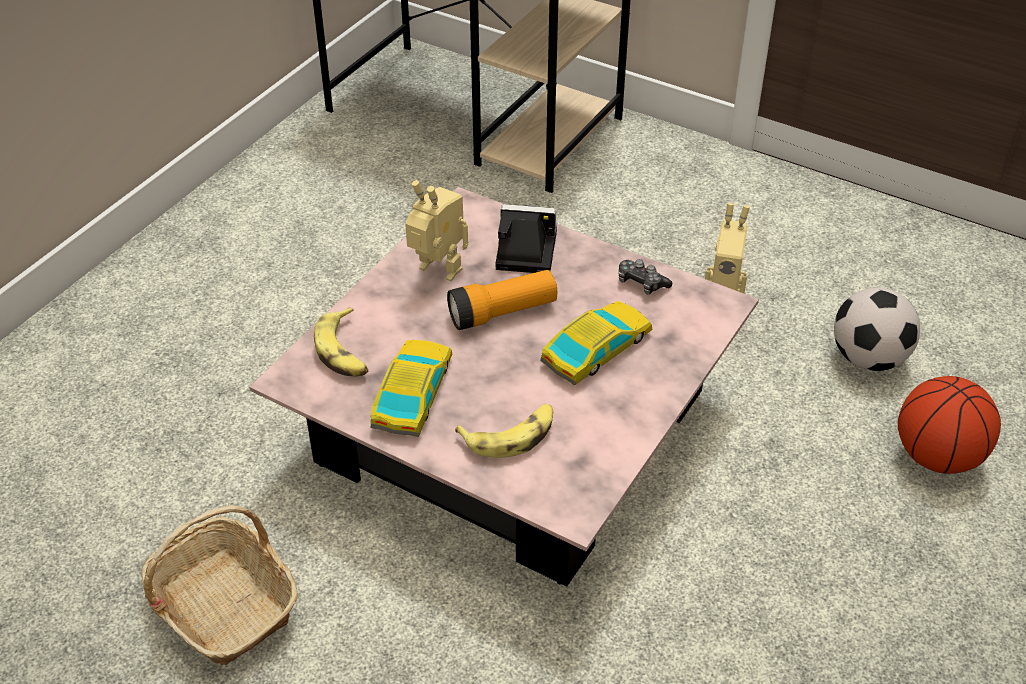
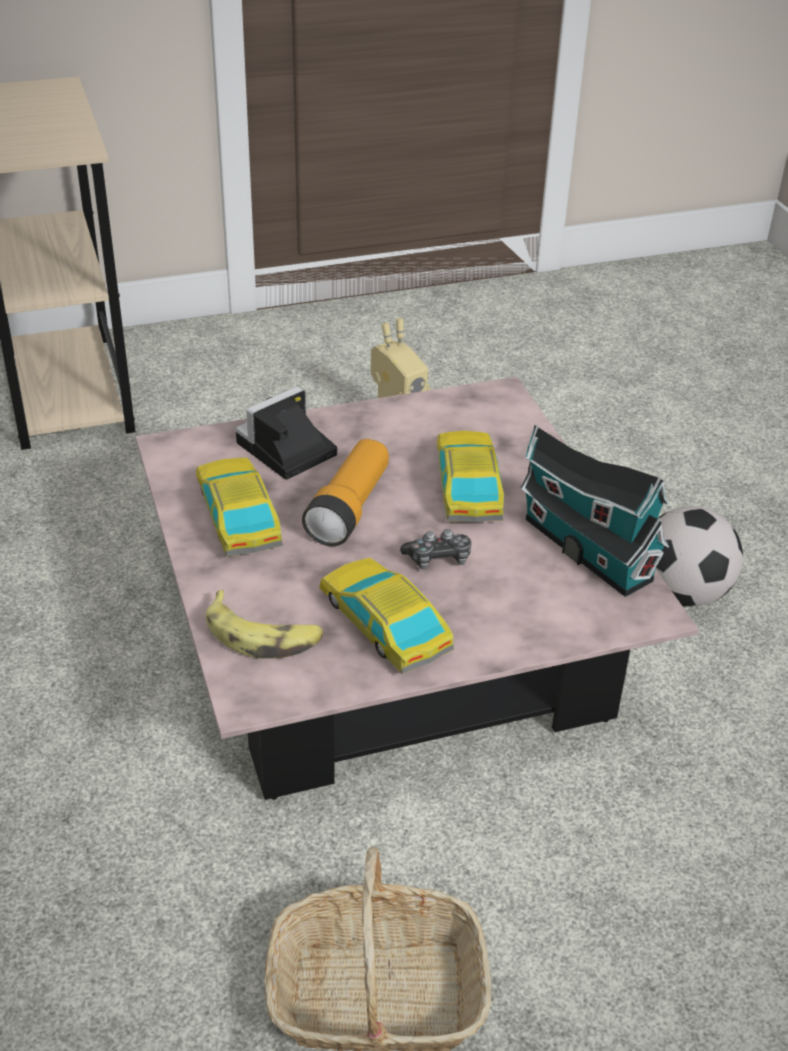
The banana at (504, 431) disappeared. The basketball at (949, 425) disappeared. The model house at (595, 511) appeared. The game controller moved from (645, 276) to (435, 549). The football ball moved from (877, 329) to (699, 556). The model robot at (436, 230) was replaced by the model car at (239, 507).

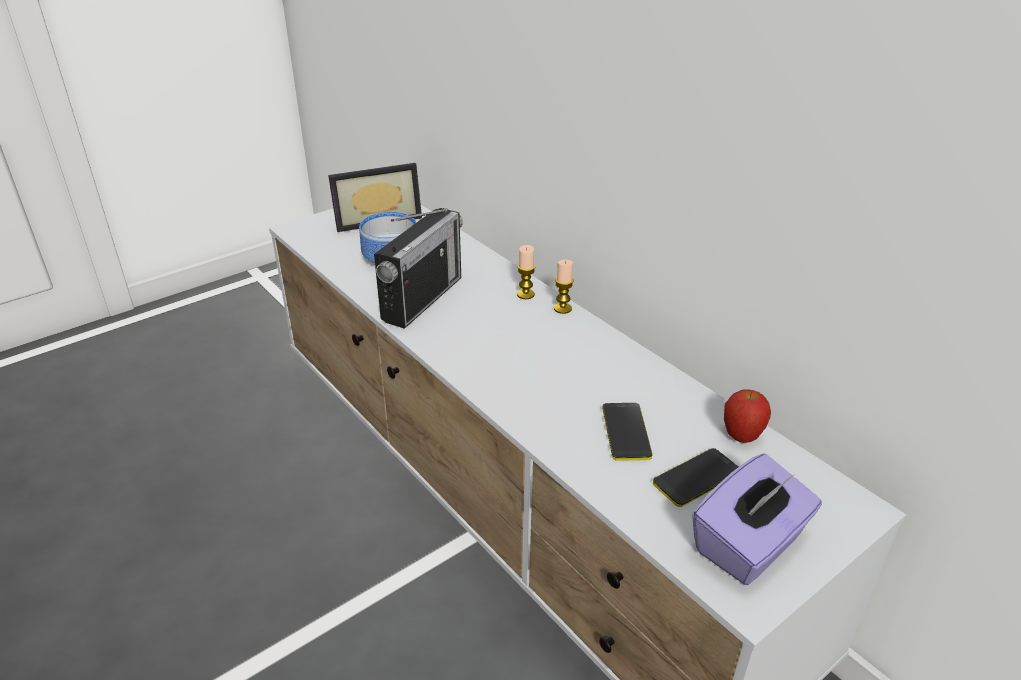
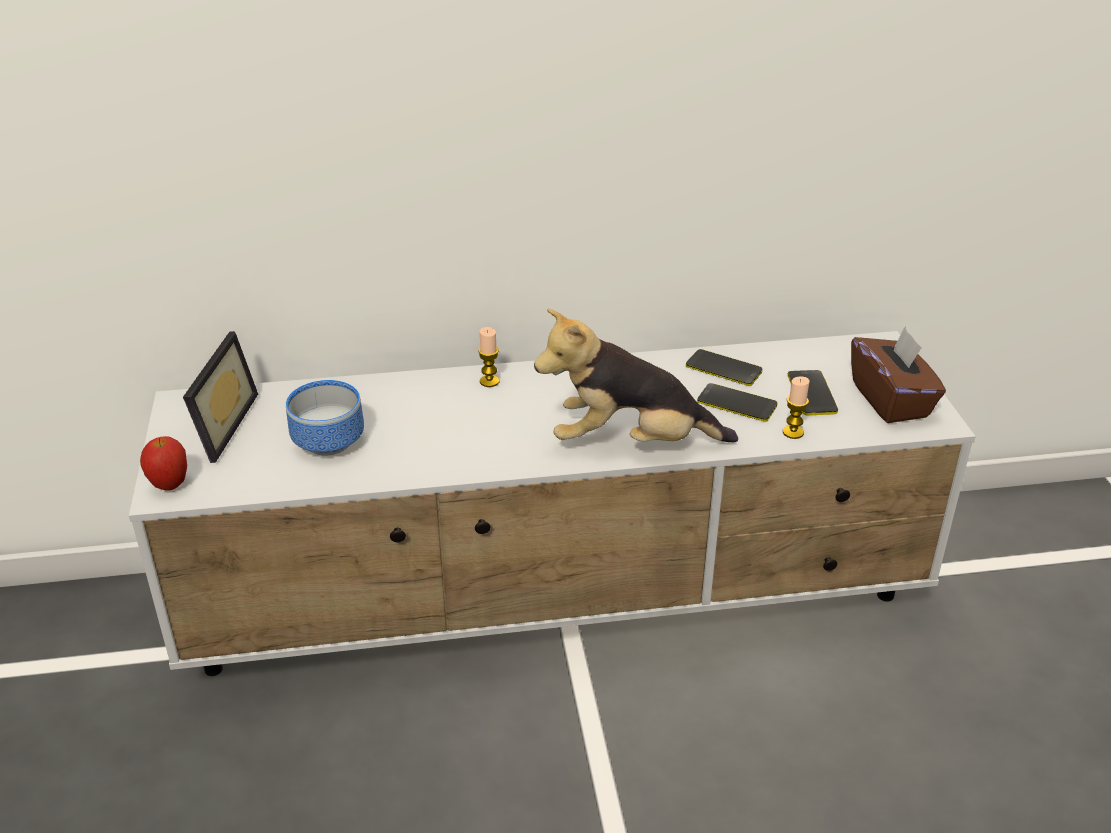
The radio set at (418, 268) disappeared. The soft toy at (636, 375) appeared. The telephone at (724, 367) appeared. The candle moved from (564, 287) to (796, 407). The apple fruit moved from (747, 416) to (163, 463). The tissue holder (purple-coloured) at (757, 519) became the tissue holder (brown-coloured) at (898, 375).

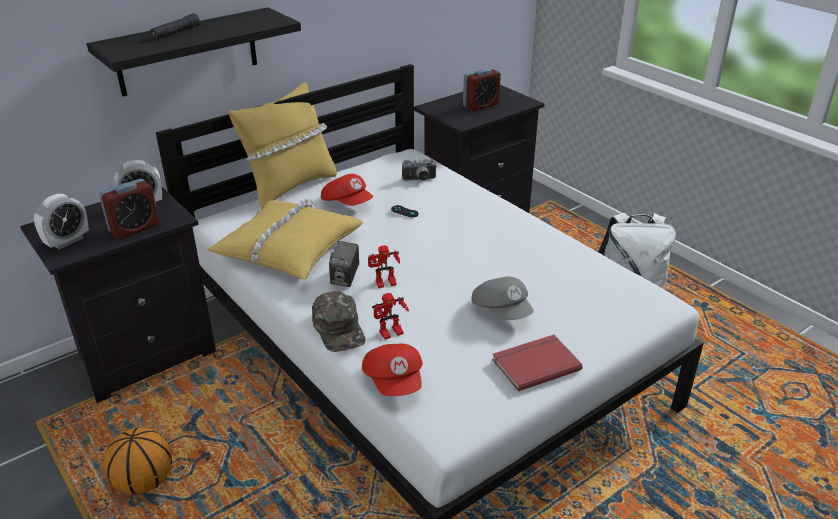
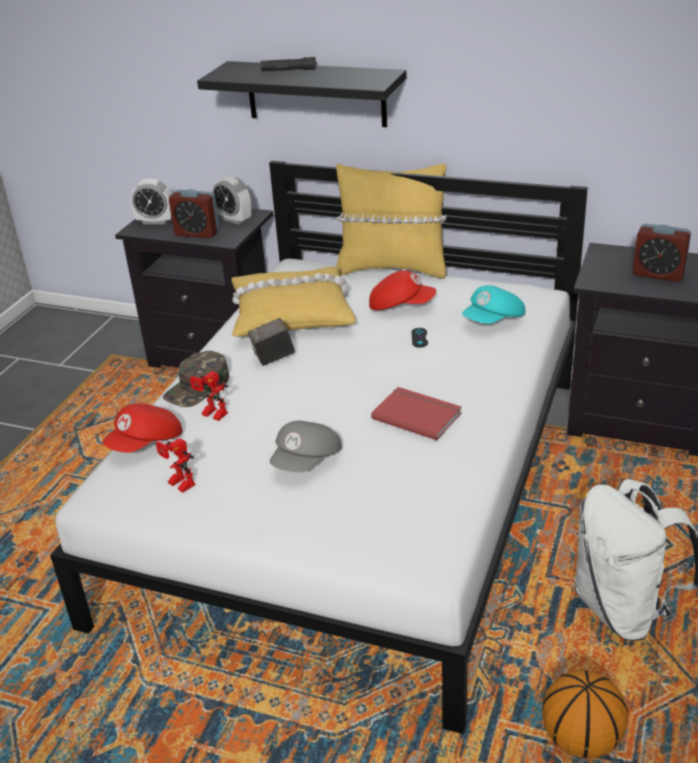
The basketball moved from (138, 461) to (585, 714). The model robot moved from (384, 266) to (176, 465). The bound book (reddish) moved from (537, 363) to (416, 413). The photo camera at (419, 170) was replaced by the baseball cap (turquoise) at (493, 304). The baseball cap (reddish) at (347, 190) turned 90 degrees counterclockwise.

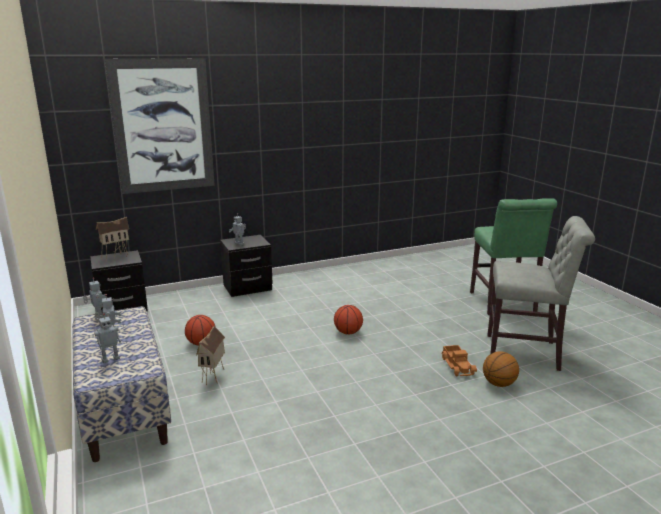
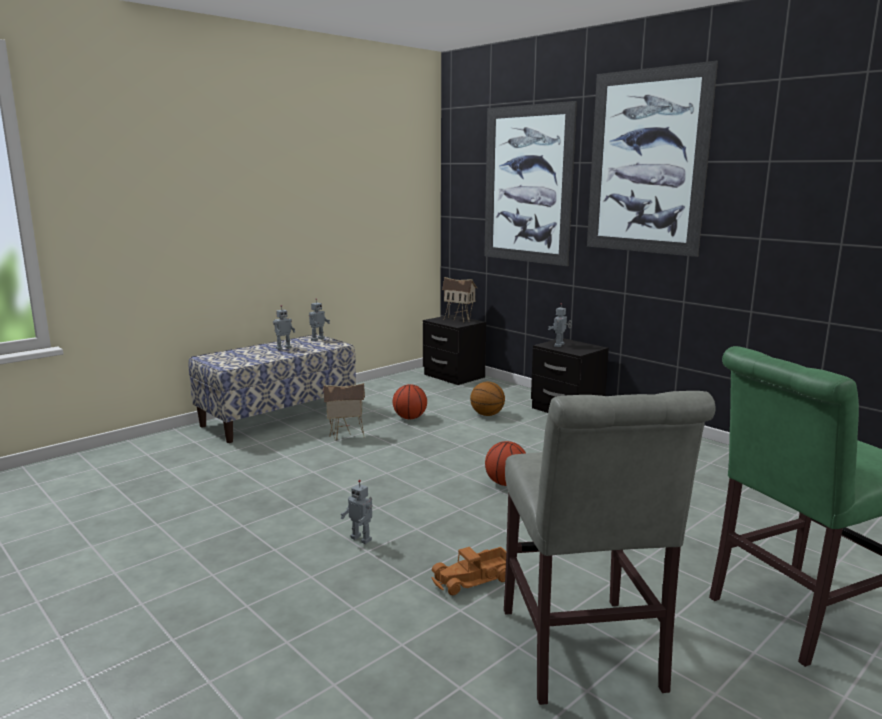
The wall art at (652, 159) appeared. The model robot moved from (108, 338) to (357, 512). The basketball moved from (501, 369) to (487, 399).

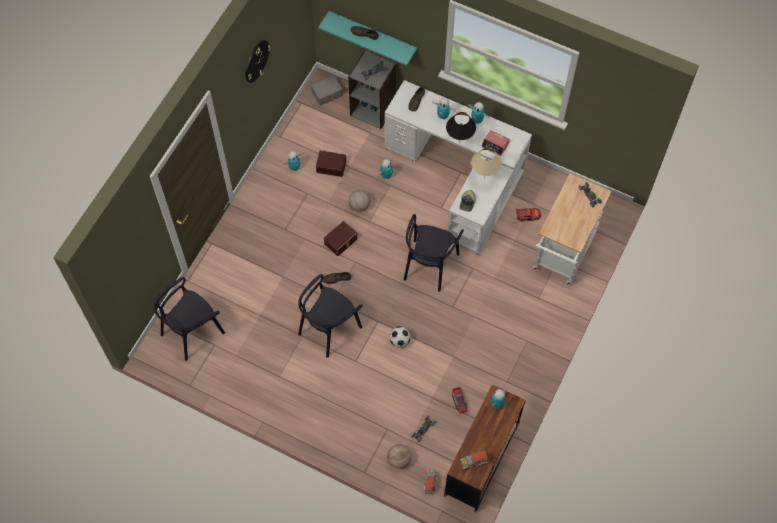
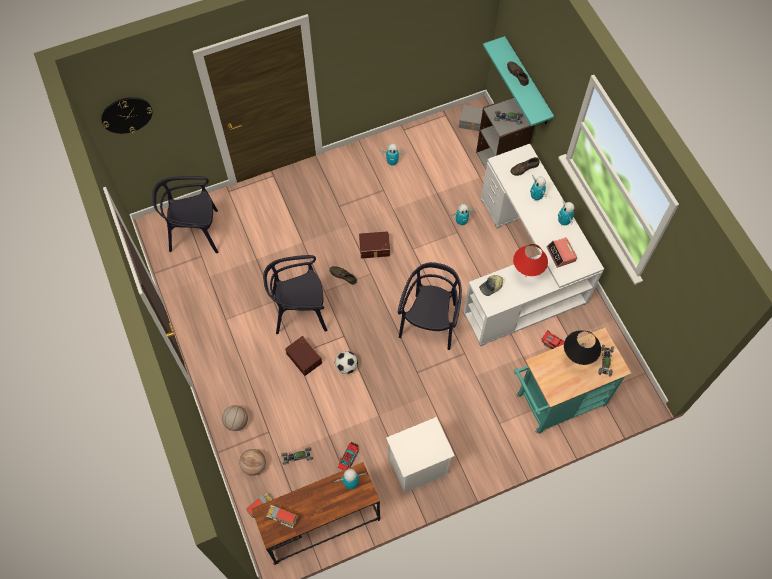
The bedside table (whitish) at (420, 455) appeared. The wall clock moved from (258, 61) to (126, 115). The storage bin (brown-coloured) moved from (331, 163) to (303, 356). The basketball moved from (359, 201) to (235, 418). The tabletop lamp (black-coloured) moved from (461, 128) to (582, 347). The tabletop lamp (sand-coloured) at (486, 163) became the tabletop lamp (reddish) at (530, 260). The trolley (whitish) at (571, 229) became the trolley (turquoise) at (572, 381). The plain chair (black-coloured) at (434, 253) turned 135 degrees clockwise.

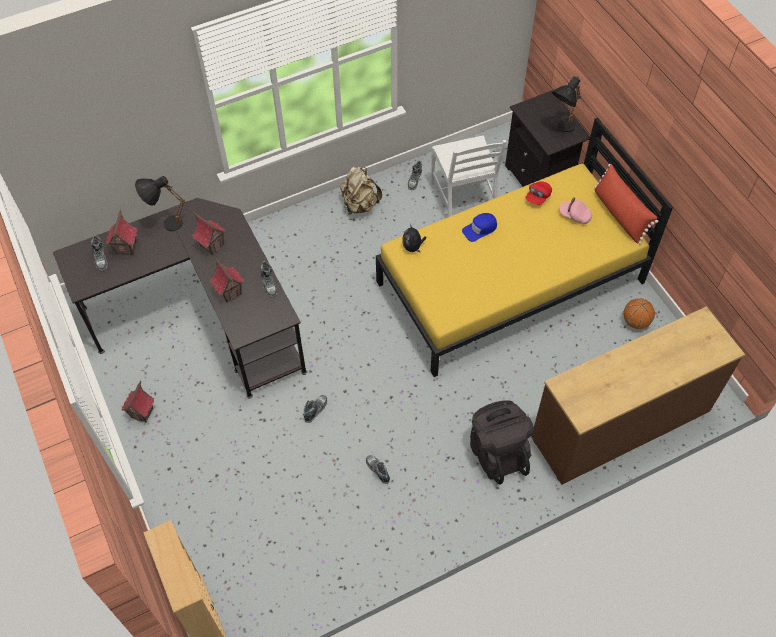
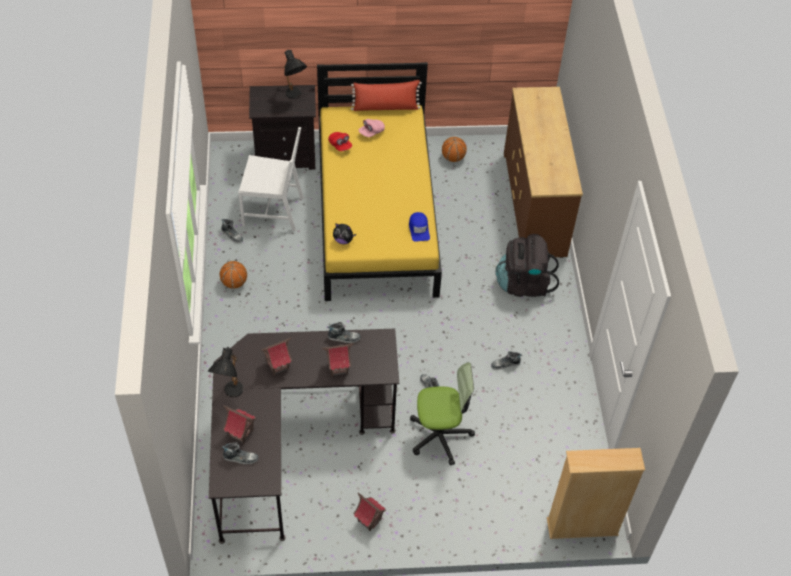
The desk chair at (442, 414) appeared. The baseball cap (bluish) moved from (479, 227) to (419, 227). The rucksack (sand-coloured) at (361, 190) was replaced by the basketball at (233, 275).

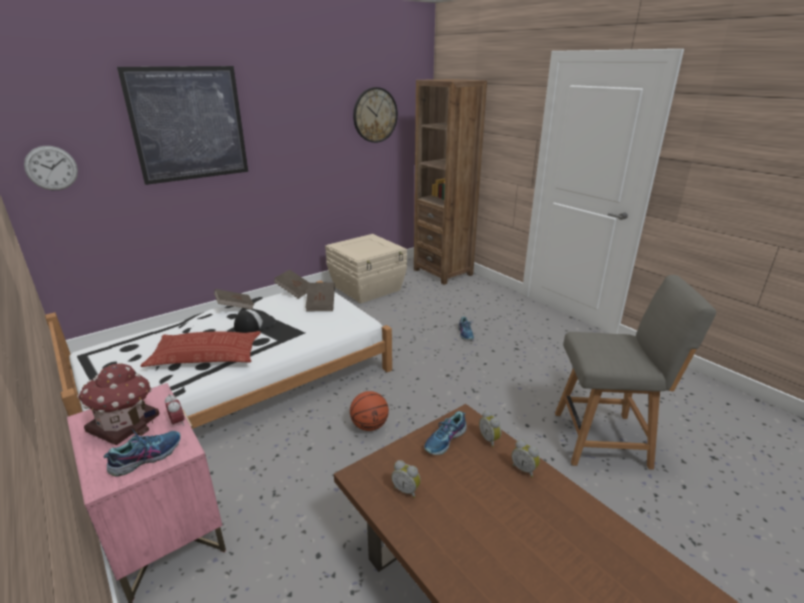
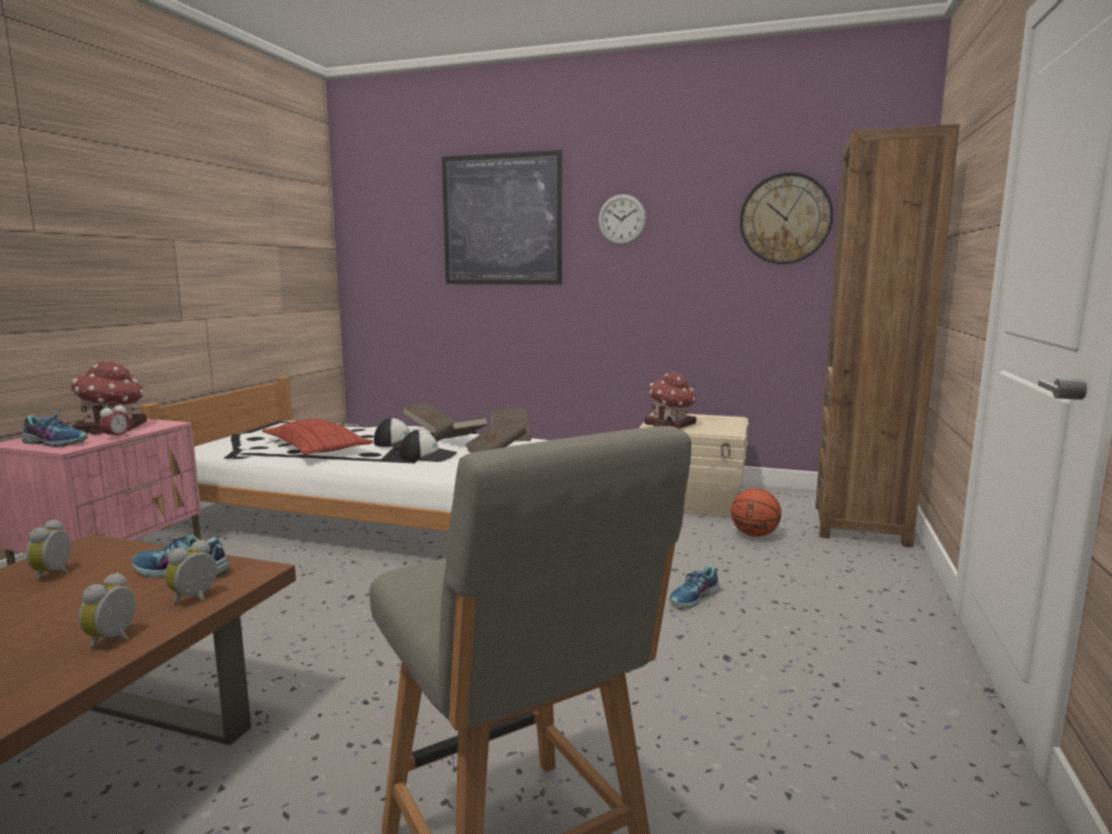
The baseball cap at (428, 445) appeared. The bound book (brown-coloured) at (461, 428) appeared. The model house at (671, 400) appeared. The wall clock moved from (51, 168) to (622, 219). The basketball moved from (369, 411) to (756, 512).

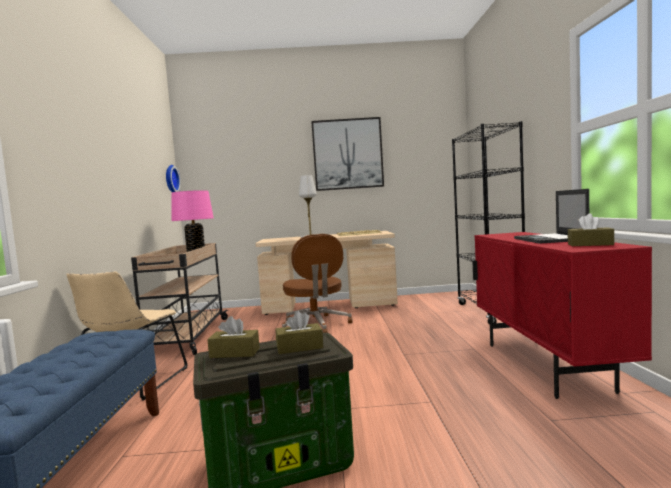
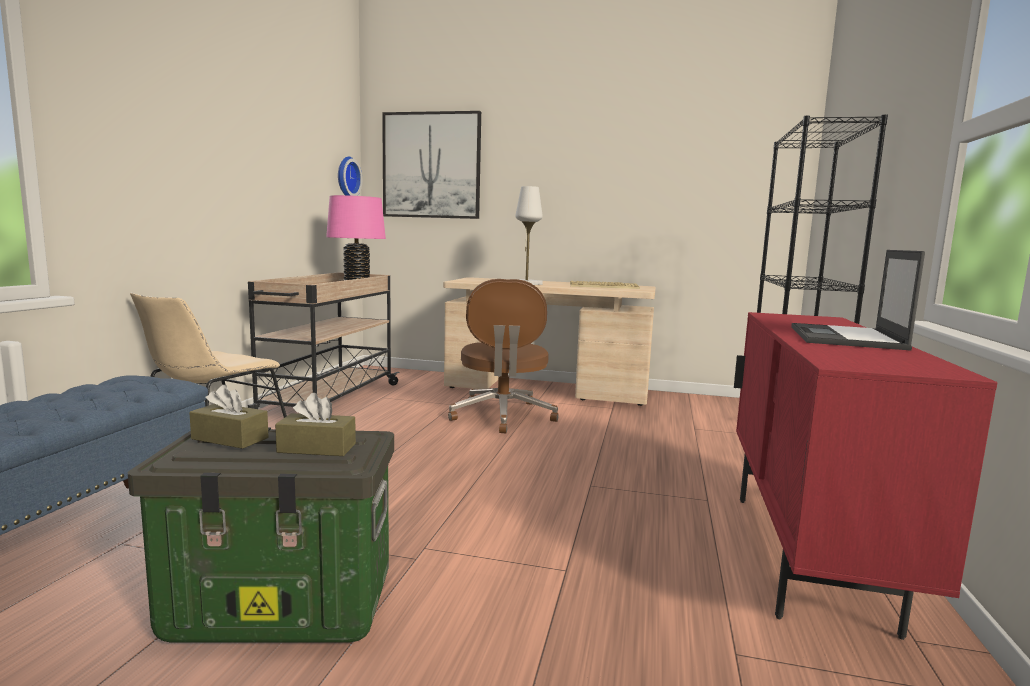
The tissue holder (brown-coloured) at (591, 229) disappeared. The wall art moved from (347, 154) to (431, 165).

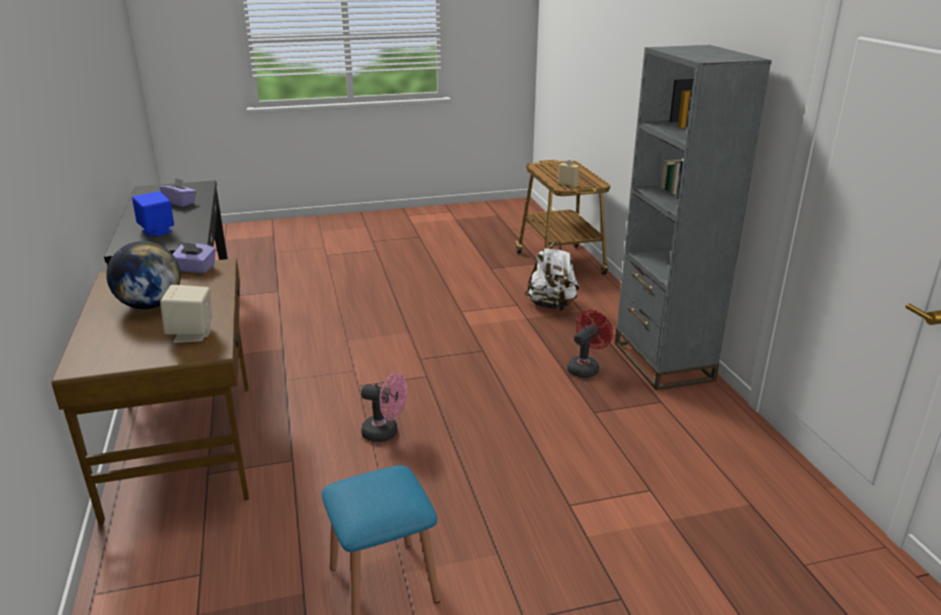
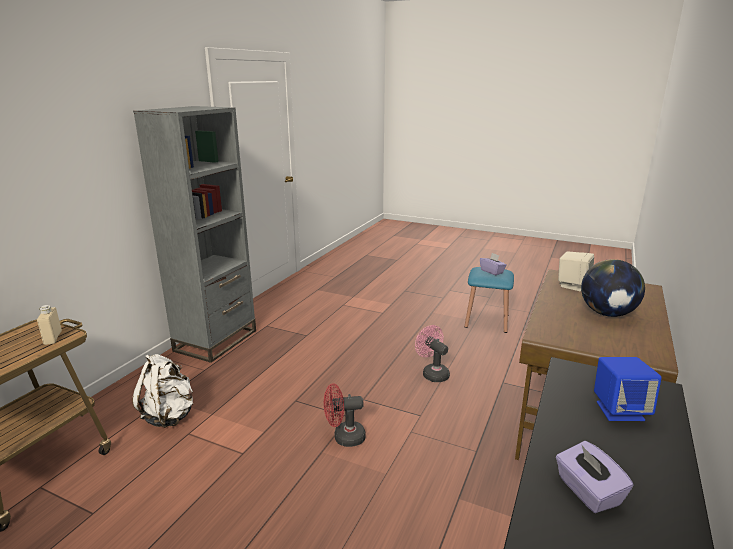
The tissue holder (purple-coloured) moved from (194, 257) to (493, 264). The electric fan (reddish) moved from (590, 344) to (345, 415).

